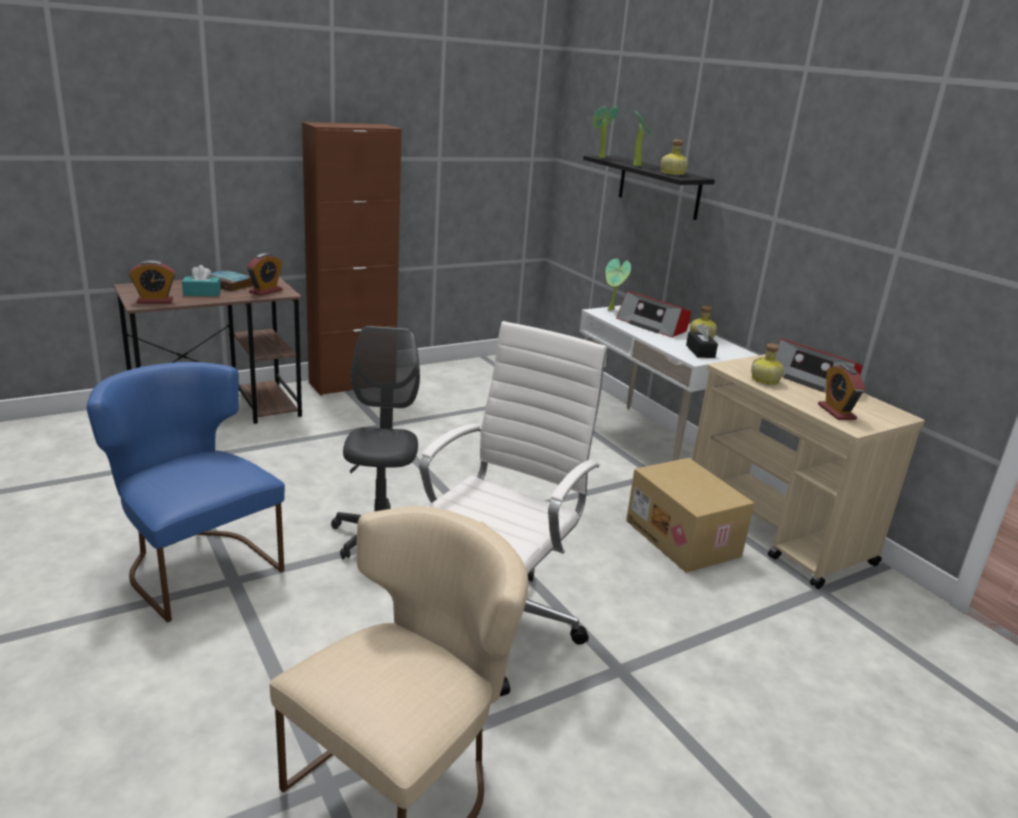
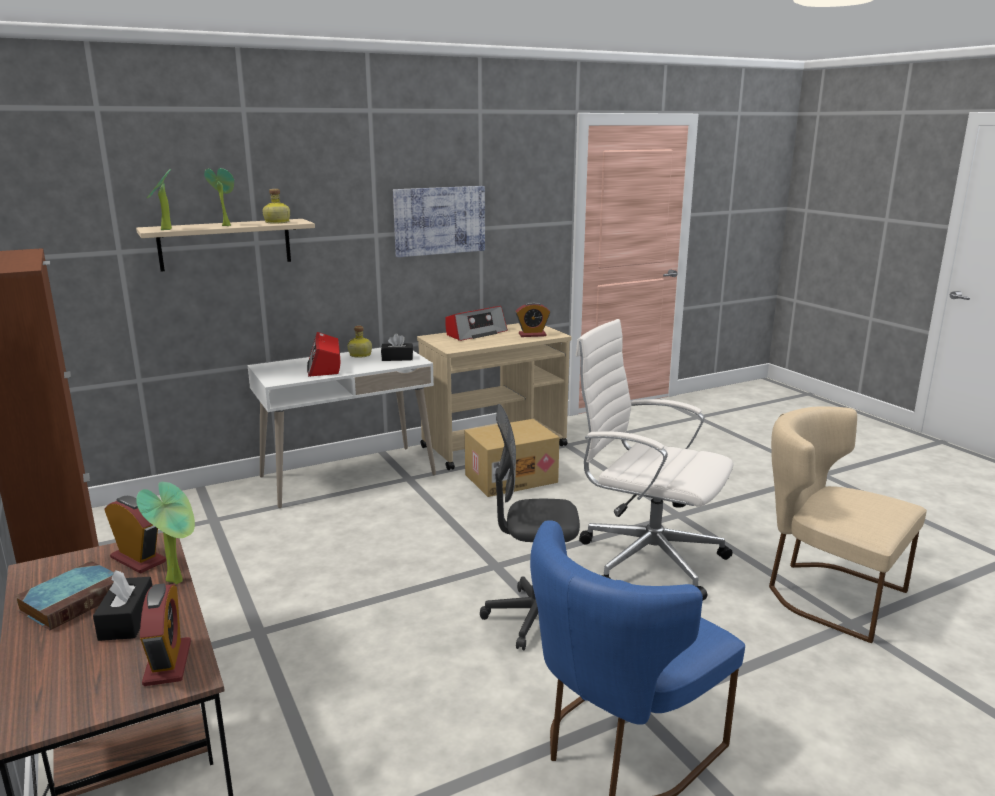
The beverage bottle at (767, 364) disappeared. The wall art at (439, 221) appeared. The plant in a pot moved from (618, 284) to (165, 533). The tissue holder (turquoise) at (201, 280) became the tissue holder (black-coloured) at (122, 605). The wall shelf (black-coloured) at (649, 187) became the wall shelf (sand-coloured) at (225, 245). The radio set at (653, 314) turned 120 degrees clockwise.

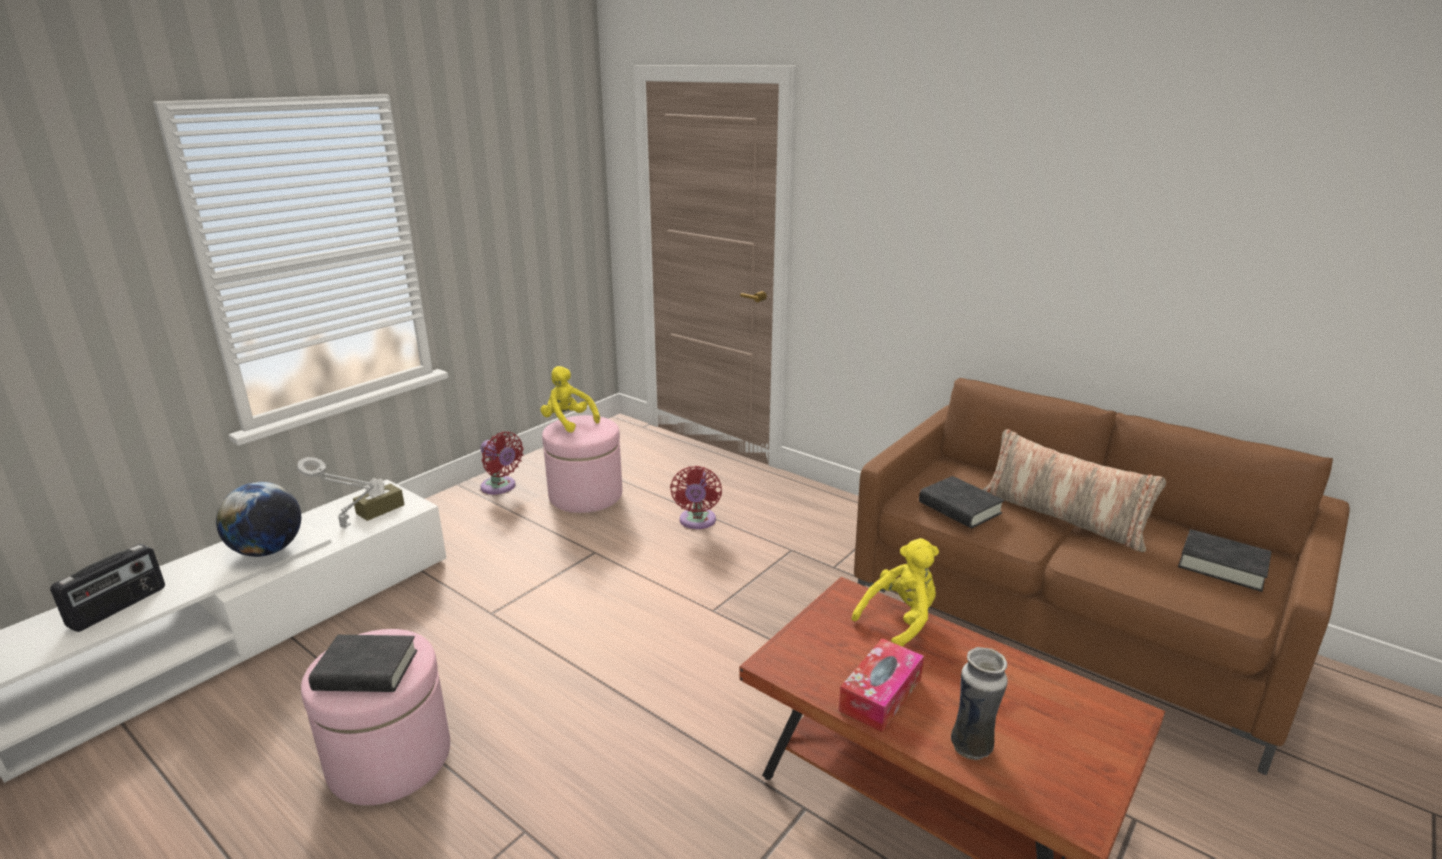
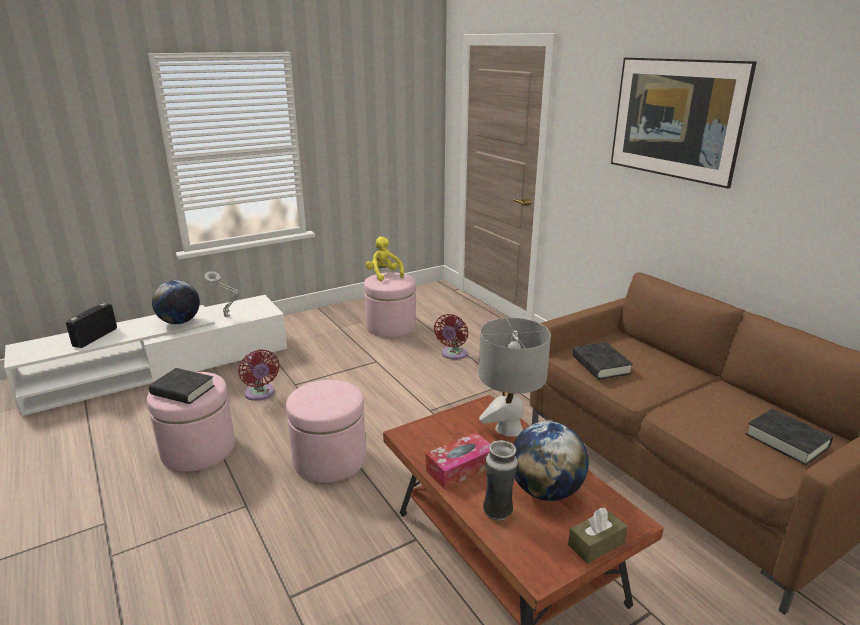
The pillow at (1074, 490) disappeared. The footrest (pinkish) at (326, 431) appeared. The globe at (551, 461) appeared. The wall art at (684, 123) appeared. The tissue holder (brown-coloured) moved from (379, 499) to (598, 535). The electric fan (reddish) moved from (502, 463) to (259, 375). The soft toy (yellow) at (895, 592) was replaced by the tabletop lamp (gray) at (515, 377). The radio set at (107, 588) turned 150 degrees clockwise.

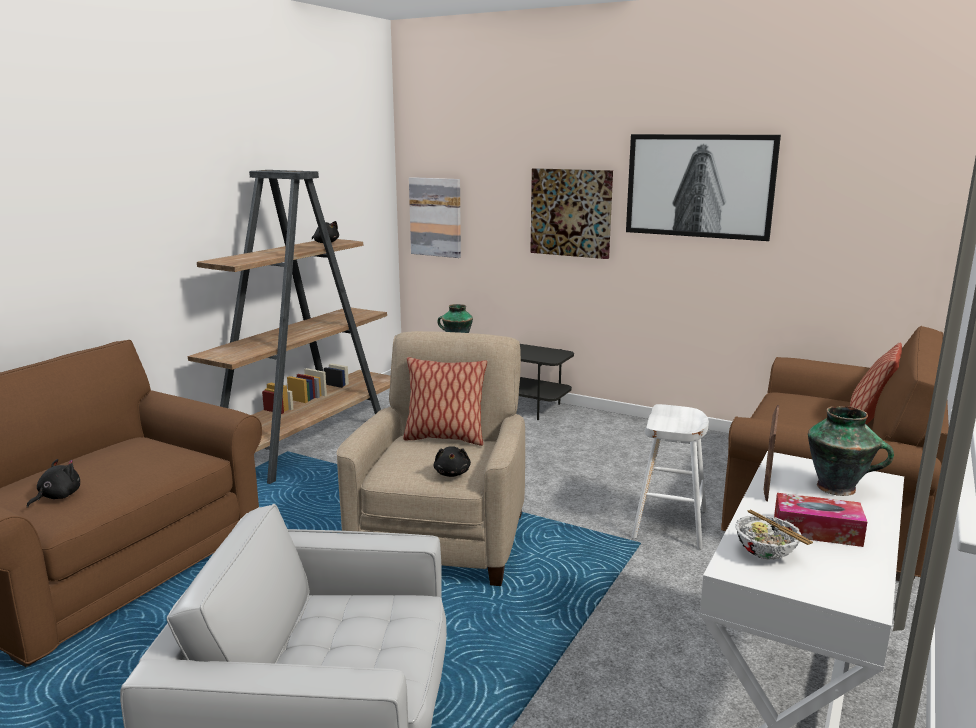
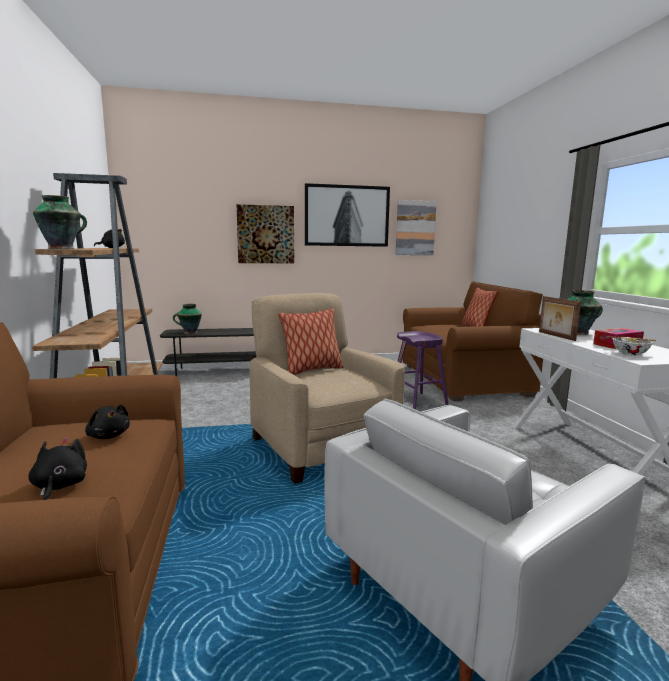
The decorative vase at (60, 222) appeared. The wall art moved from (435, 217) to (416, 227). The soft toy (black-coloured) moved from (452, 461) to (107, 422). The stool (whitish) at (670, 476) became the stool (purple-coloured) at (423, 370).

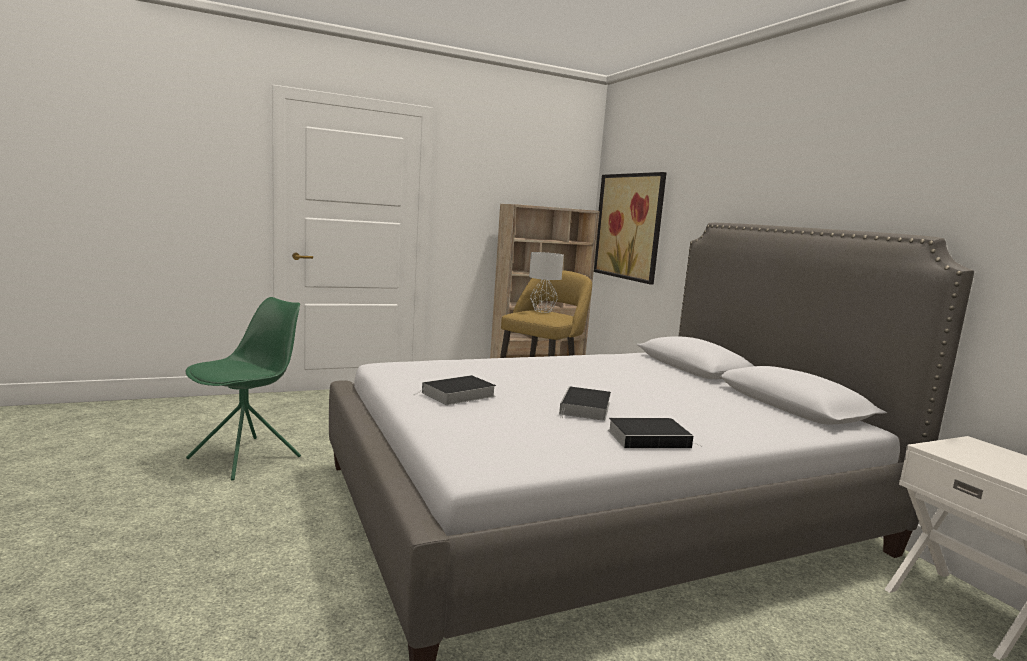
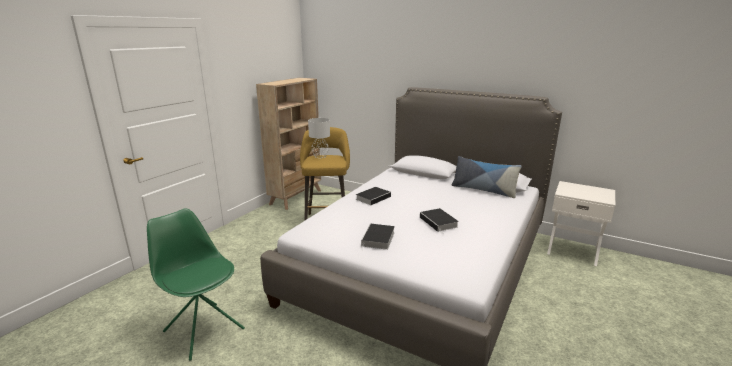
The wall art at (630, 228) disappeared. The pillow at (487, 177) appeared. The bound book moved from (655, 433) to (373, 196). The plain chair (green) at (243, 389) turned 45 degrees counterclockwise.

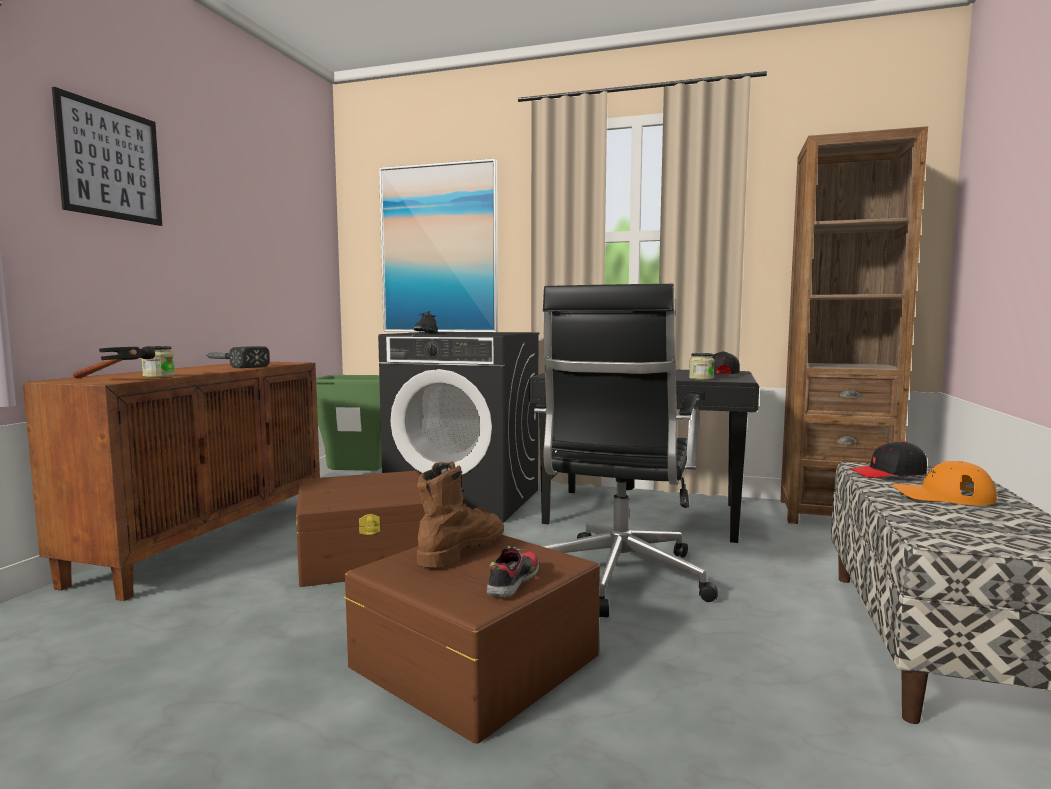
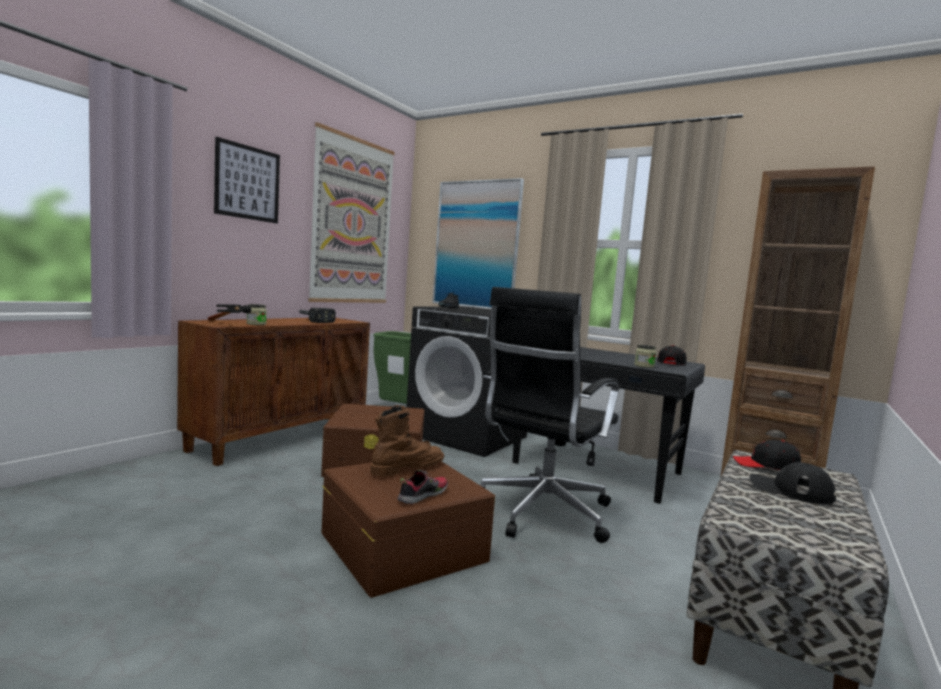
The wall art at (351, 212) appeared. The baseball cap (orangey) at (945, 483) became the baseball cap (black-coloured) at (792, 483).

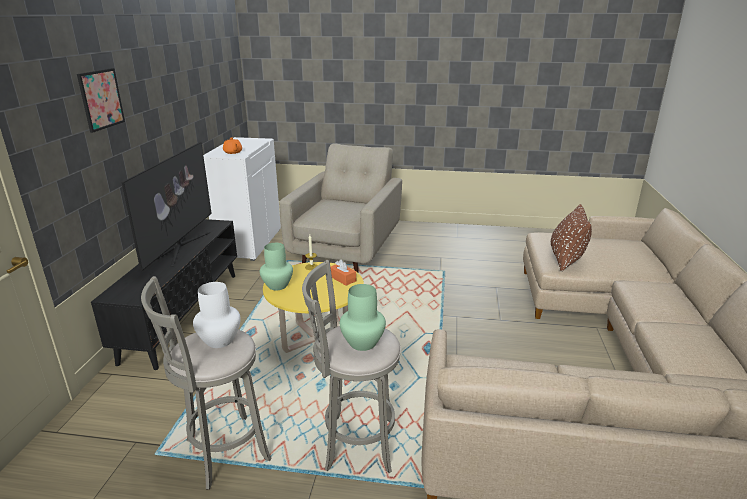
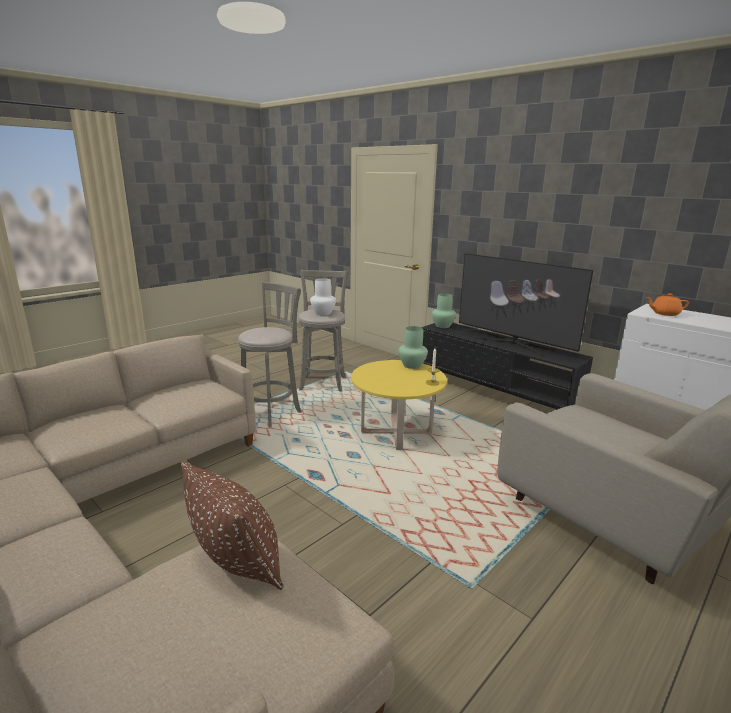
The wall art at (101, 100) disappeared. The tissue holder (orangey) at (343, 272) disappeared. The decorative vase (green) moved from (363, 317) to (444, 310).

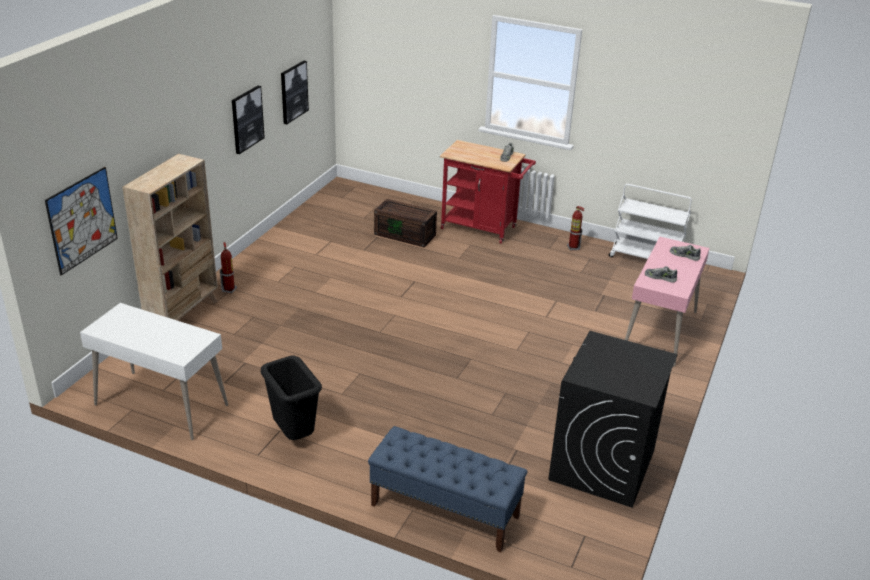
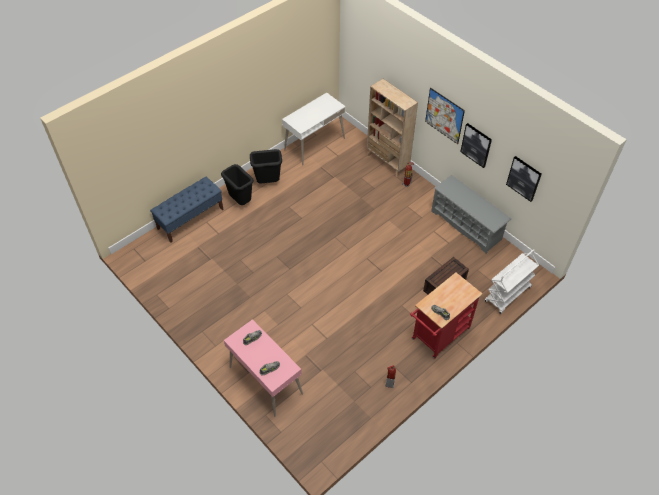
The laundry appliance (black-coloured) at (613, 419) disappeared. The waste bin (black-coloured) at (237, 184) appeared. The shoe shelf (gray) at (471, 214) appeared. The wall art moved from (81, 221) to (445, 116). The trolley (whitish) moved from (650, 221) to (512, 281).

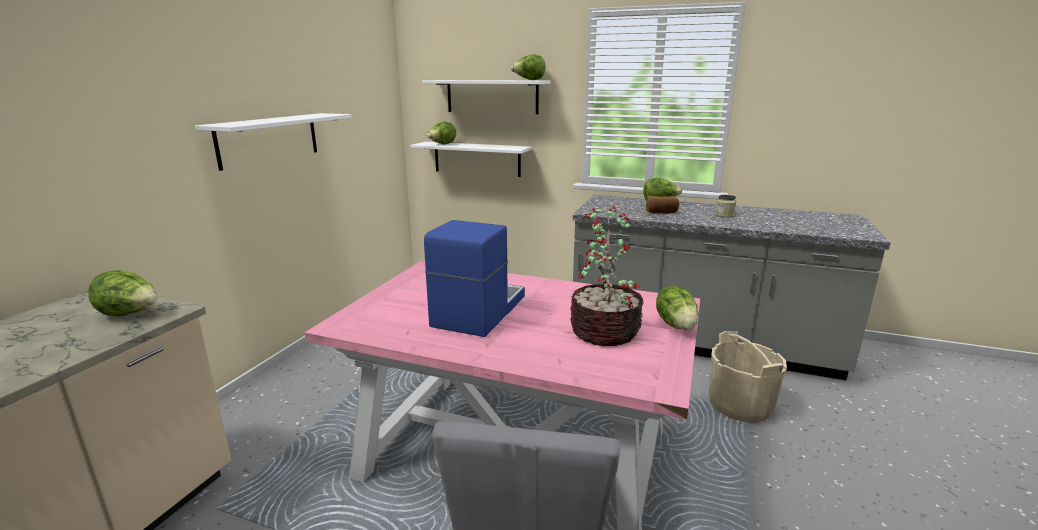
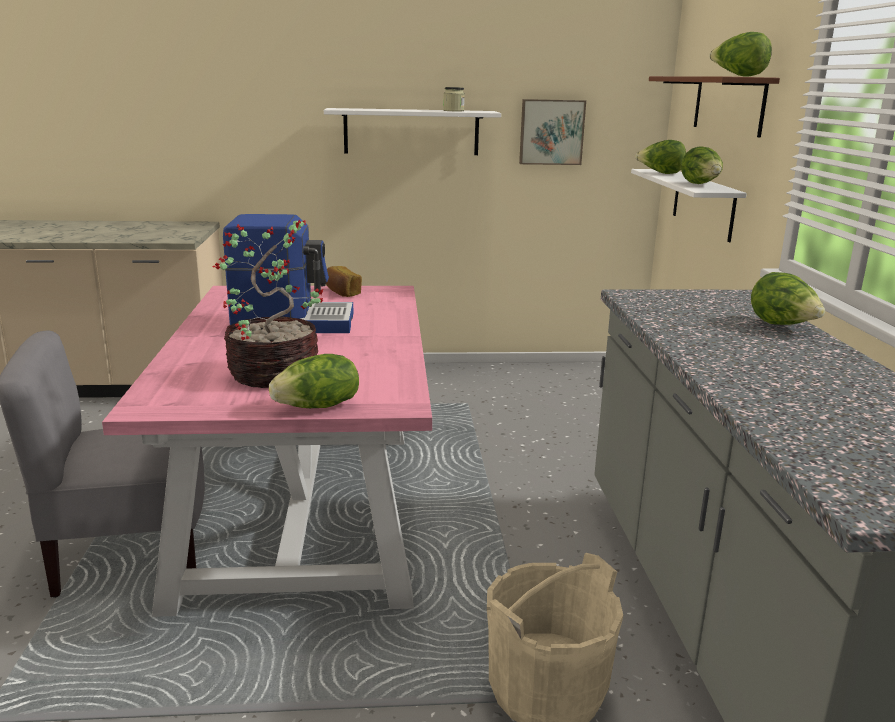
The wall art at (552, 132) appeared. The lettuce moved from (123, 293) to (702, 165). The bread moved from (662, 205) to (344, 281). The jar moved from (725, 206) to (454, 99). The wall shelf (whitish) at (486, 97) became the wall shelf (brown-coloured) at (714, 106).

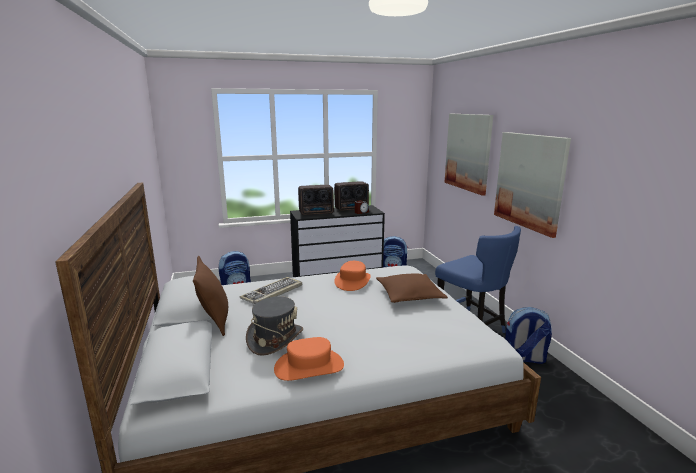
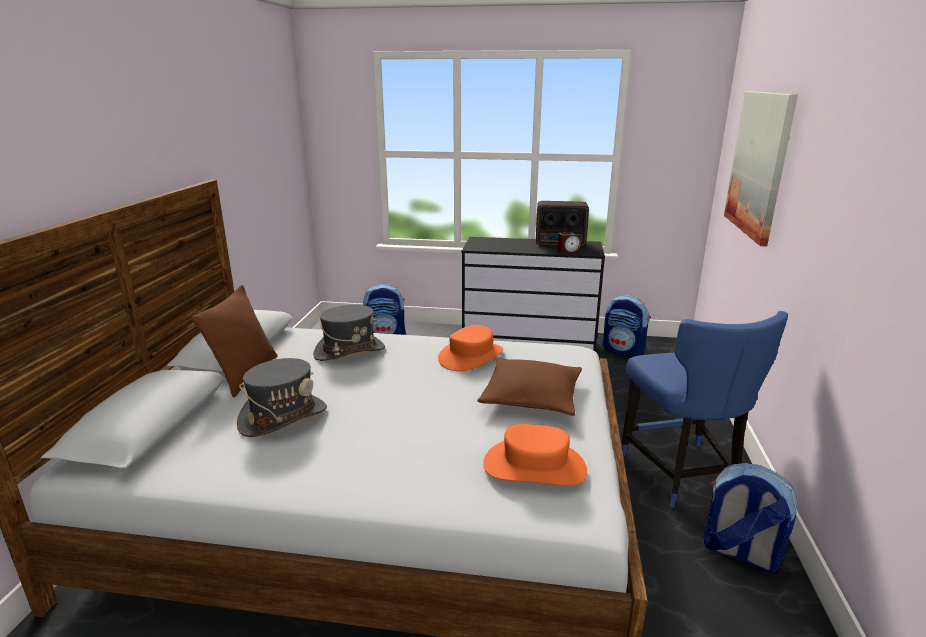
The radio set at (316, 200) disappeared. The wall art at (532, 185) disappeared. The clothing hat (orangey) moved from (309, 359) to (535, 455). The computer keyboard at (271, 290) was replaced by the clothing hat (gray) at (349, 333).

